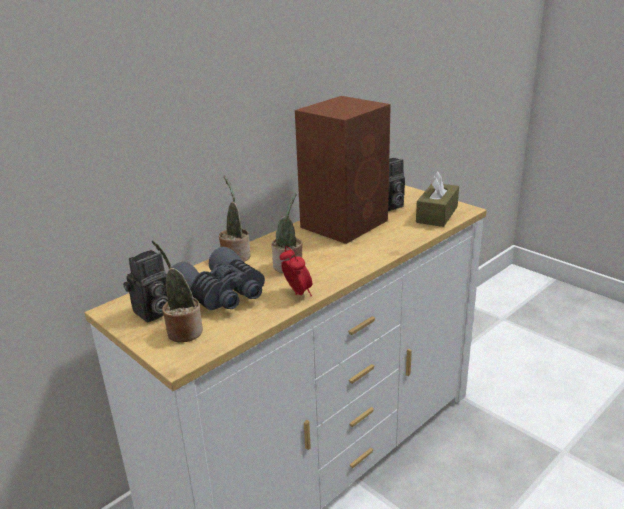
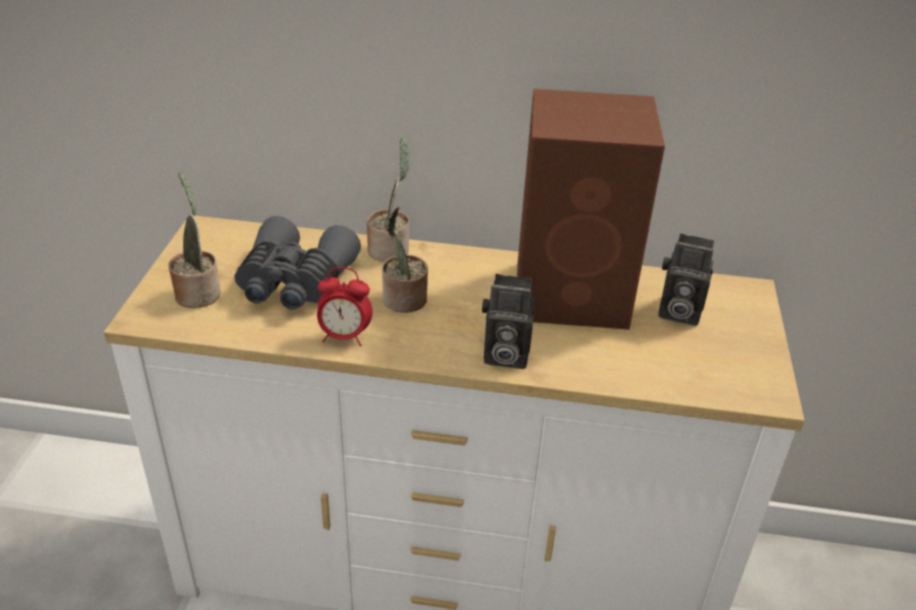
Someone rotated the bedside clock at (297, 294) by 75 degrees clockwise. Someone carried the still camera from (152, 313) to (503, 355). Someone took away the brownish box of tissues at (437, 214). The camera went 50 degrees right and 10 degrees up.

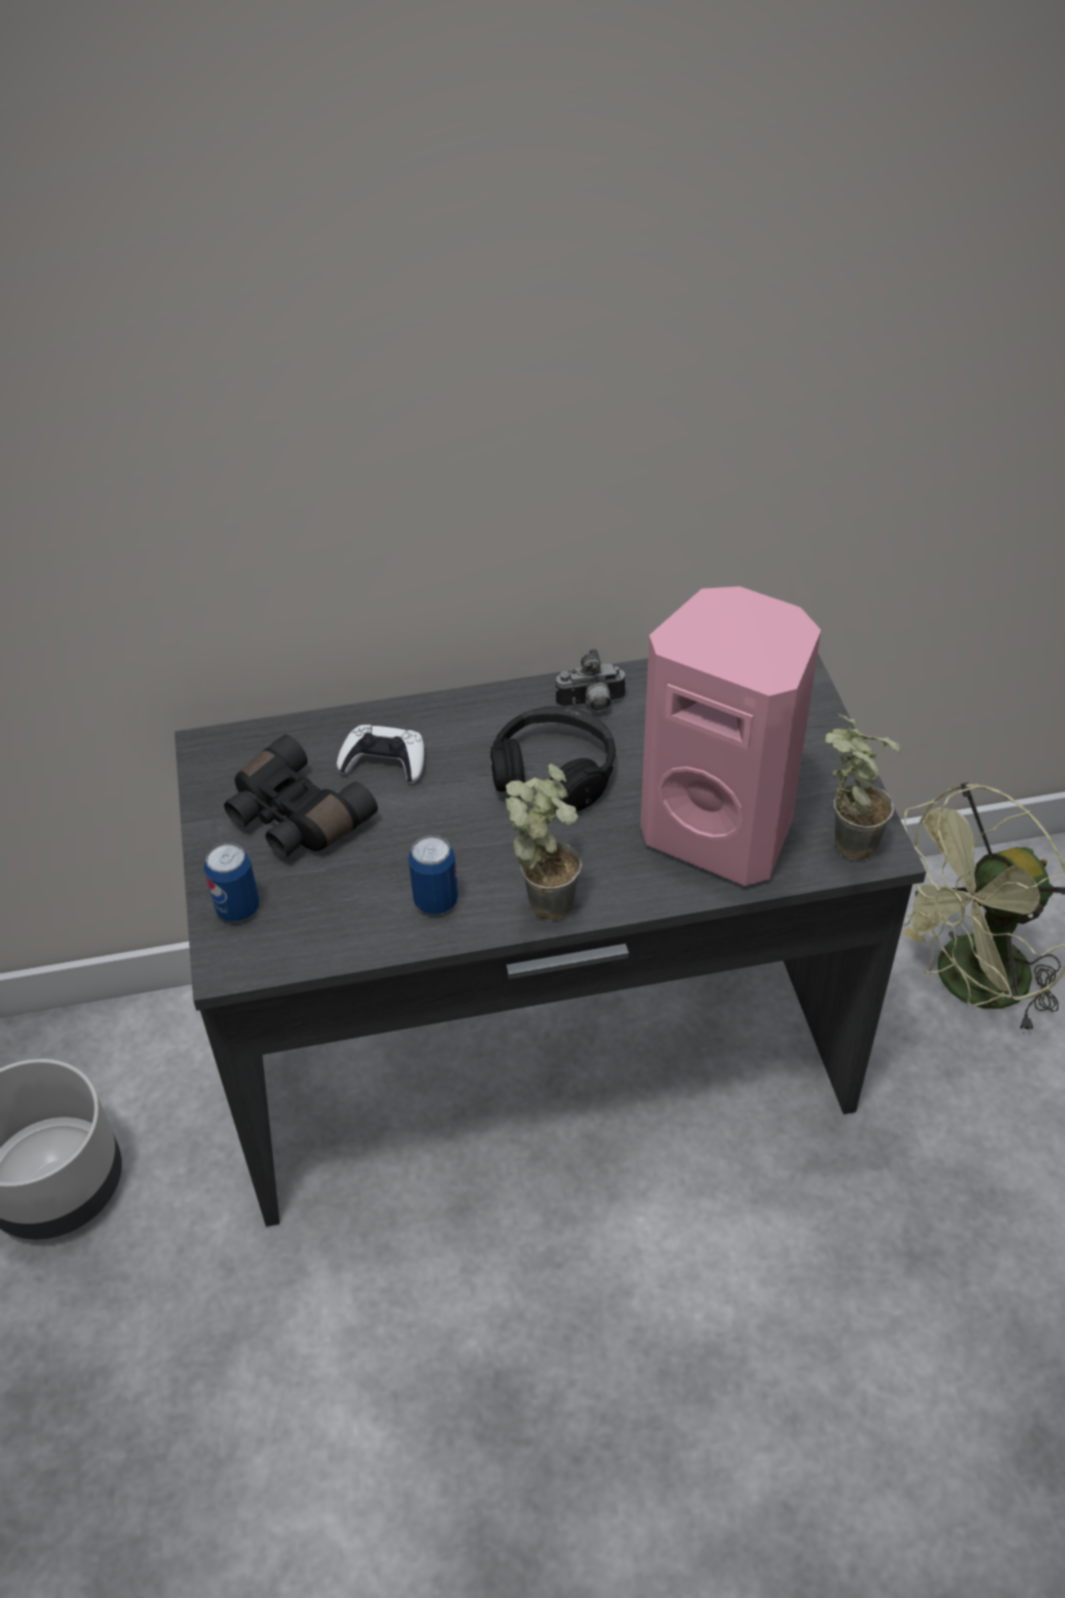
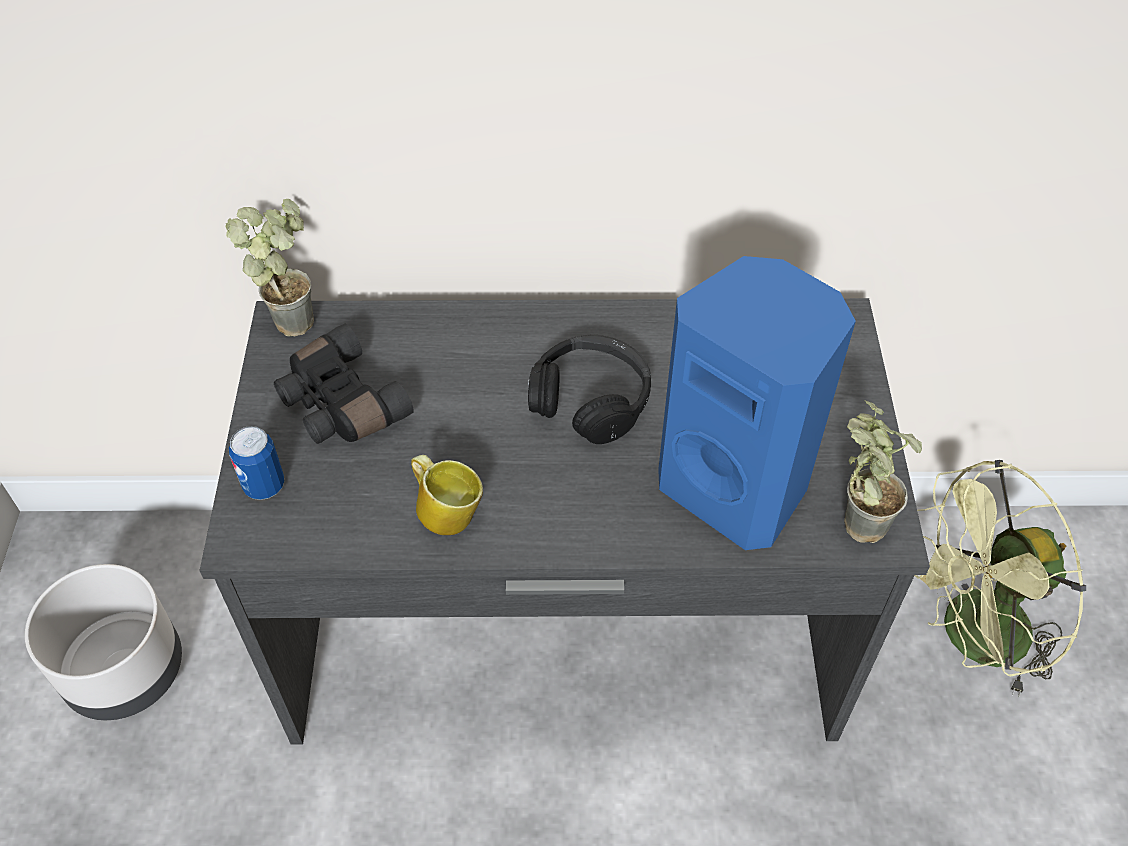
Someone carried the houseplant from (545, 895) to (294, 315). Someone swapped the metal can at (436, 901) for the tea mug at (447, 511). Someone repainted the pink loudspeaker at (721, 830), which became the blue-coloured loudspeaker at (736, 487). Someone took away the white joypad at (384, 761). Someone took away the still camera at (591, 705). The camera went 10 degrees right and 5 degrees up.

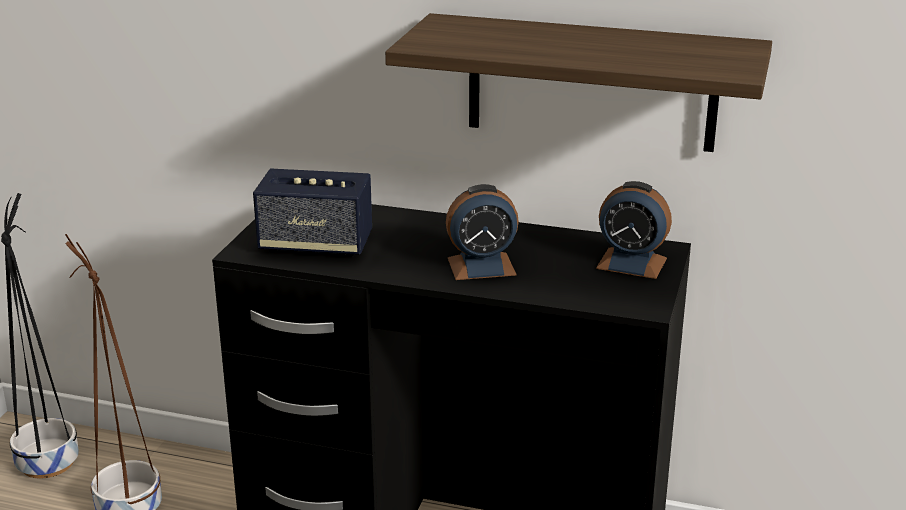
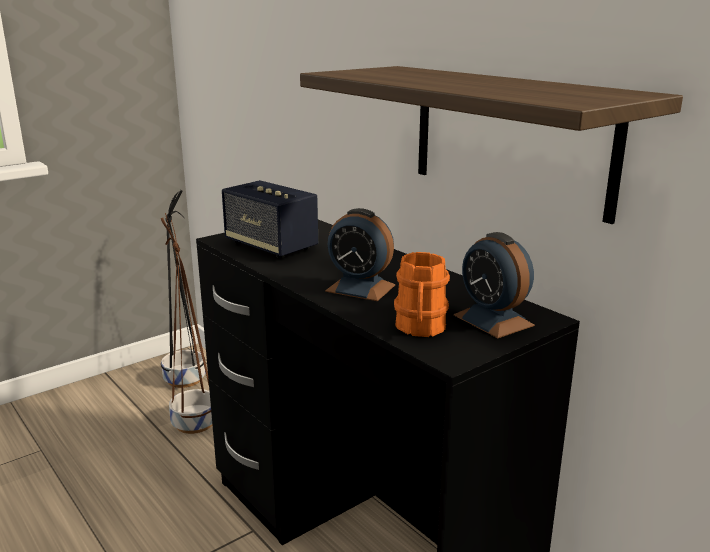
Someone put down the orange-coloured tea mug at (420, 328). The camera went 35 degrees right and 5 degrees down.

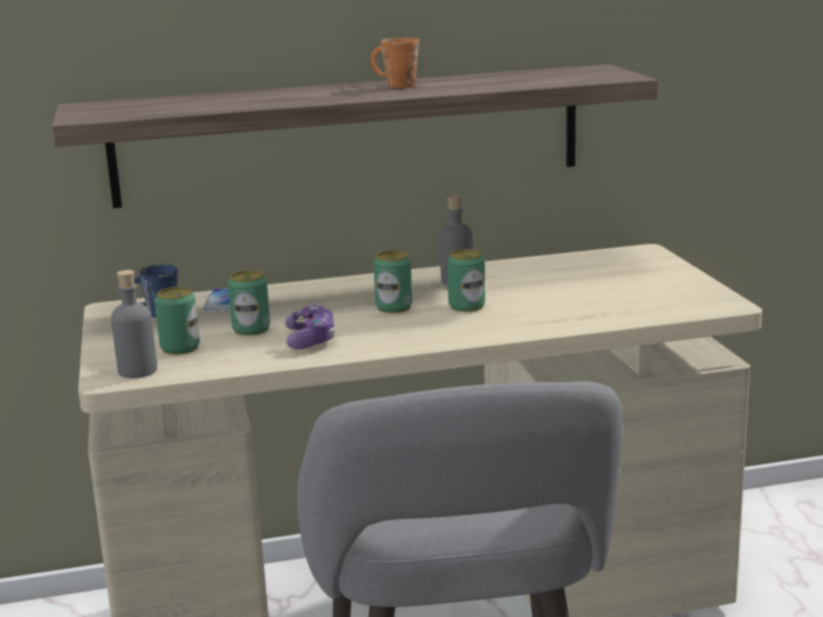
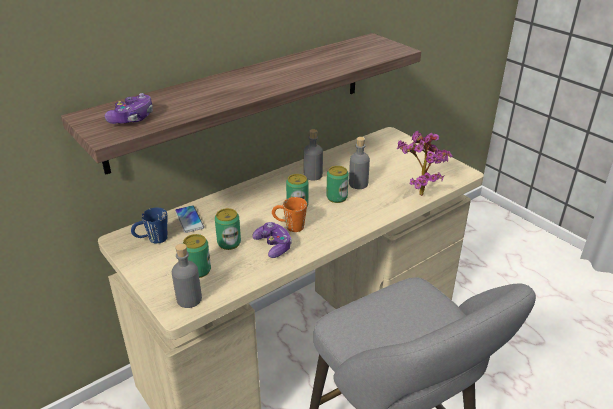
Someone put down the joypad at (132, 118). Someone carried the orange-coloured tea mug from (393, 85) to (289, 226). Someone put down the greyish beverage bottle at (358, 184). Someone put down the houseplant at (418, 192). The camera went 25 degrees left and 15 degrees up.

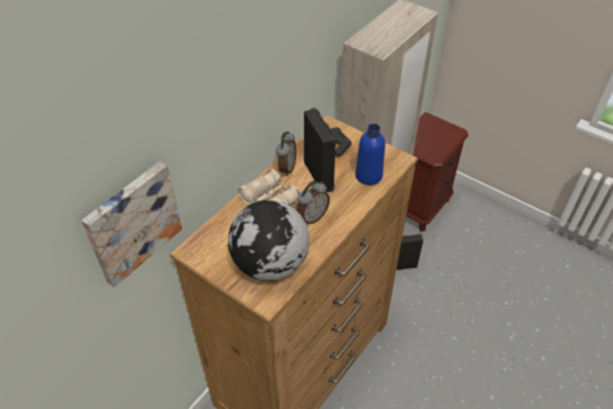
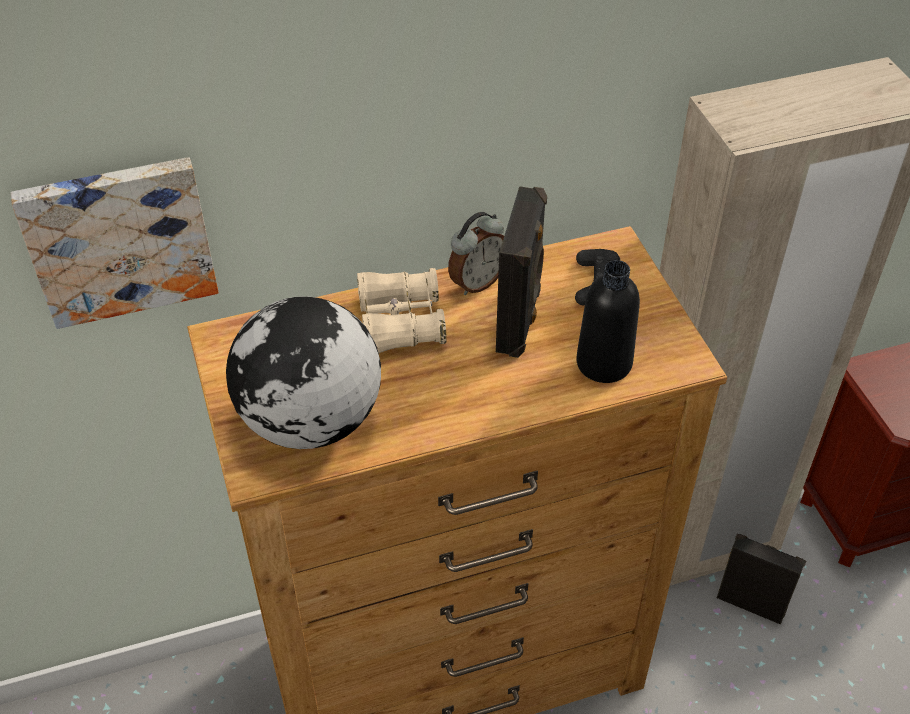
Someone repainted the blue-coloured beverage bottle at (368, 176), which became the black-coloured beverage bottle at (604, 363). Someone took away the bedside clock at (312, 217). The camera went 35 degrees right and 0 degrees up.

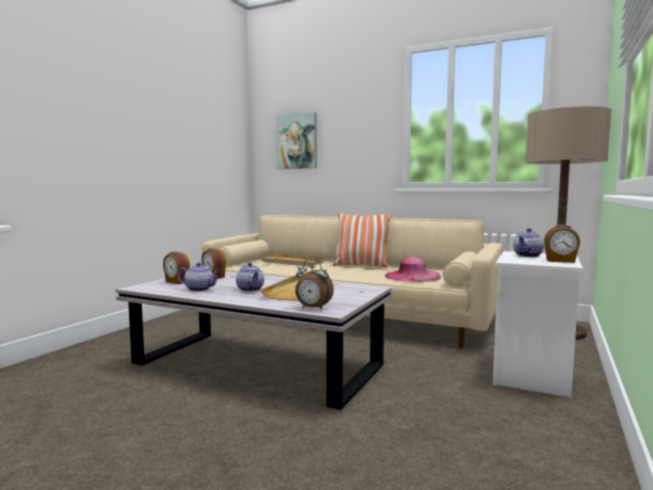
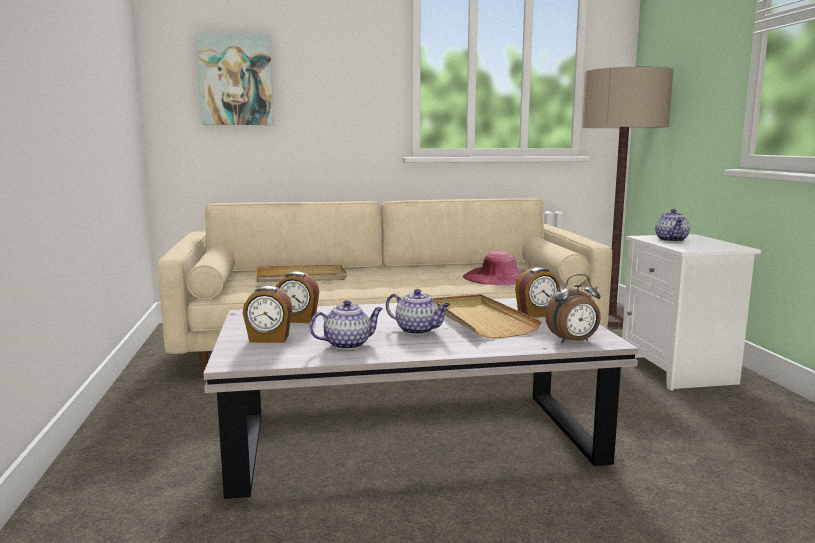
Someone carried the bedside clock from (560, 261) to (536, 314). Someone took away the pillow at (361, 266). The camera went 35 degrees left and 5 degrees up.

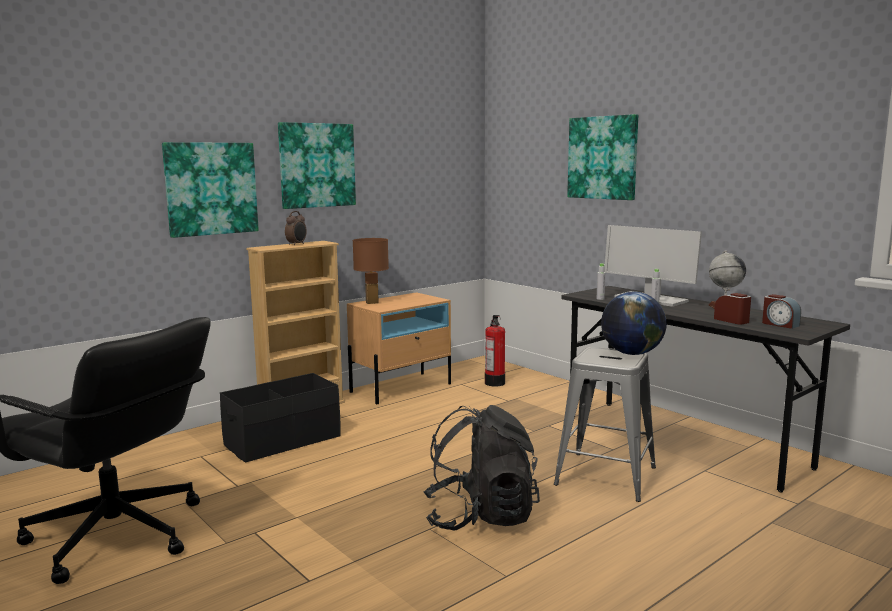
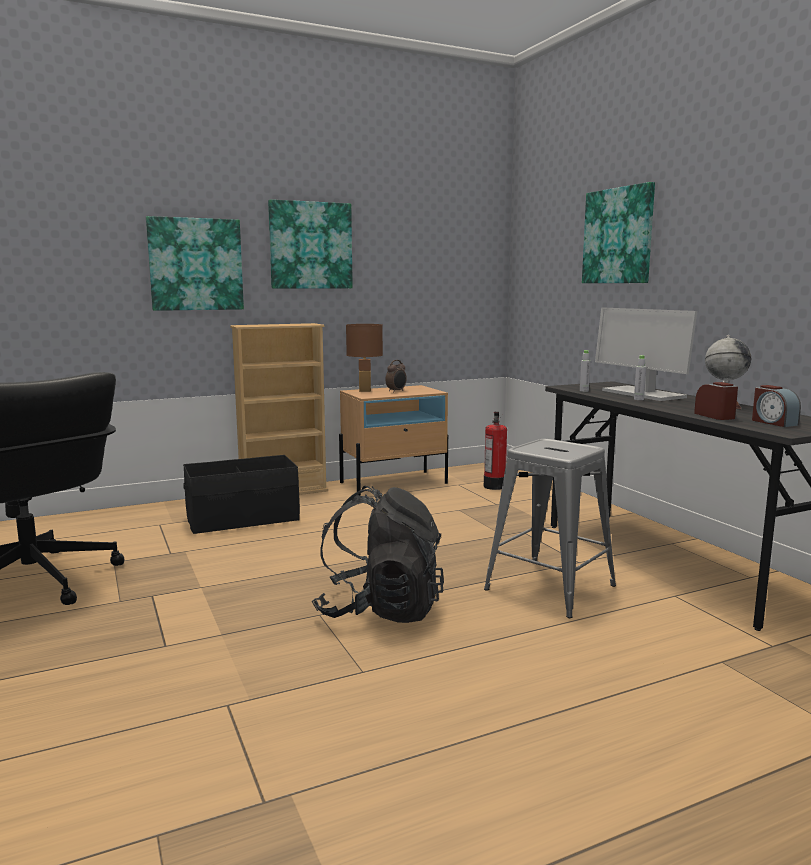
Someone carried the bedside clock from (297, 244) to (396, 391). Someone took away the world globe at (631, 353). The camera went 15 degrees right and 0 degrees up.

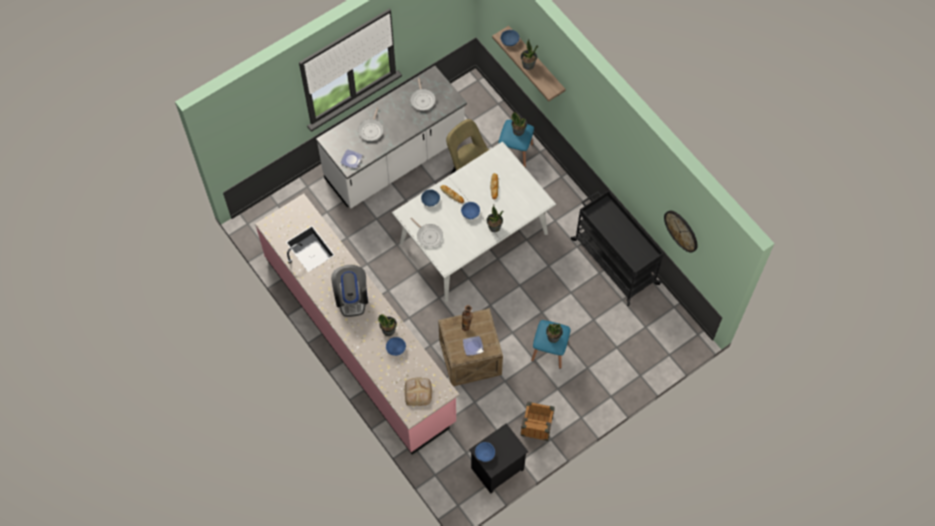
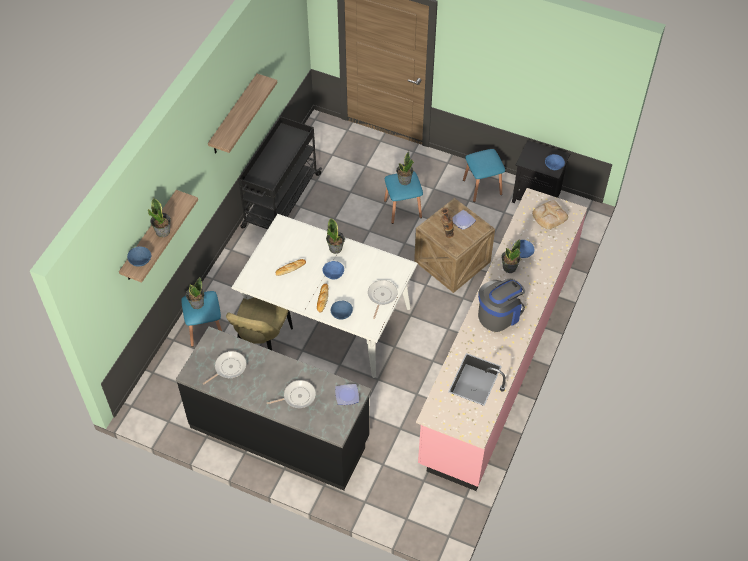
Someone repainted the white kitchen base unit at (395, 160), which became the black-coloured kitchen base unit at (280, 432). Someone put up the wall shelf at (234, 115). Someone swapped the packing crate at (535, 430) for the blue-coloured sitting stool at (482, 187). Someone took away the clock on the wall at (681, 230). The camera went 120 degrees left and 10 degrees down.

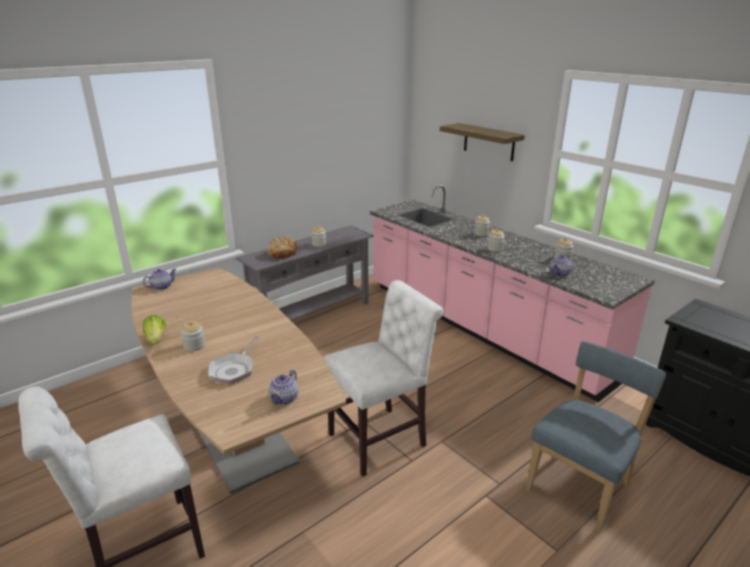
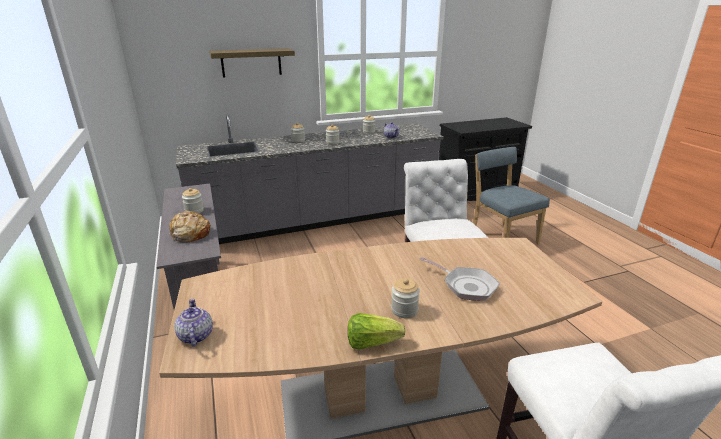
Someone repainted the pink kitchen base unit at (481, 328), which became the greyish kitchen base unit at (318, 220). Someone took away the teapot at (284, 398). The camera went 70 degrees left and 0 degrees up.

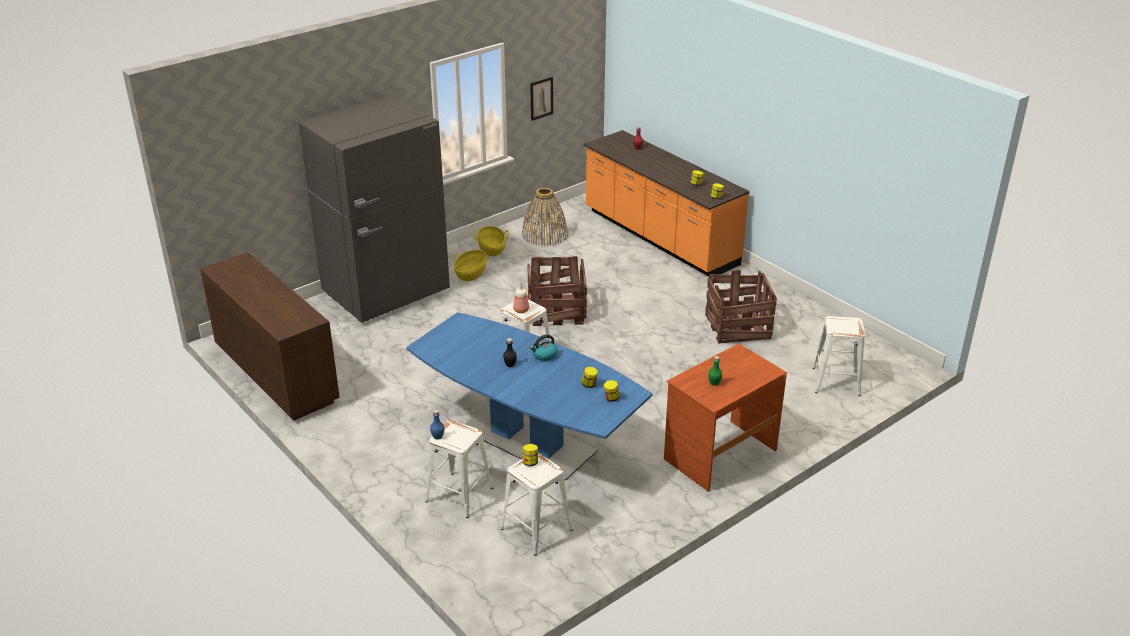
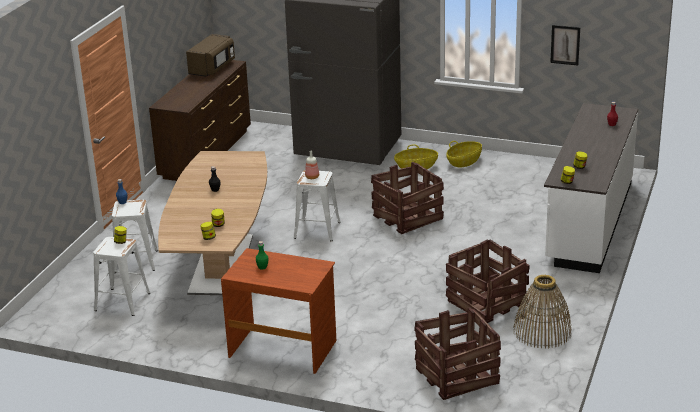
Someone repainted the blue-coloured dining table at (527, 440), which became the brownish dining table at (221, 264). Someone put down the brownish microwave at (212, 68). Someone swapped the white sitting stool at (836, 381) for the packing crate at (457, 376). Someone carried the household basket from (545, 235) to (542, 332). Someone repainted the orange-coloured kitchen base unit at (659, 238), which became the white kitchen base unit at (588, 222). Someone took away the kettle at (544, 355). The camera went 60 degrees right and 5 degrees down.

